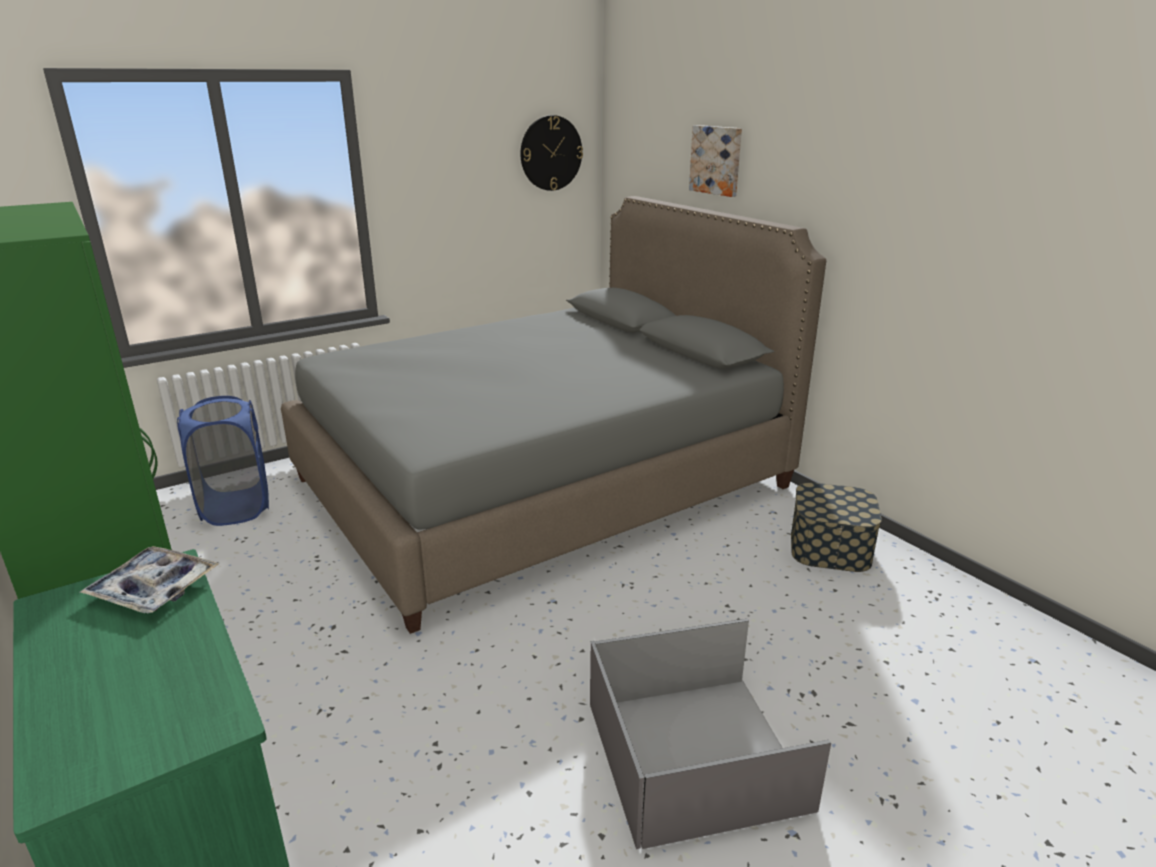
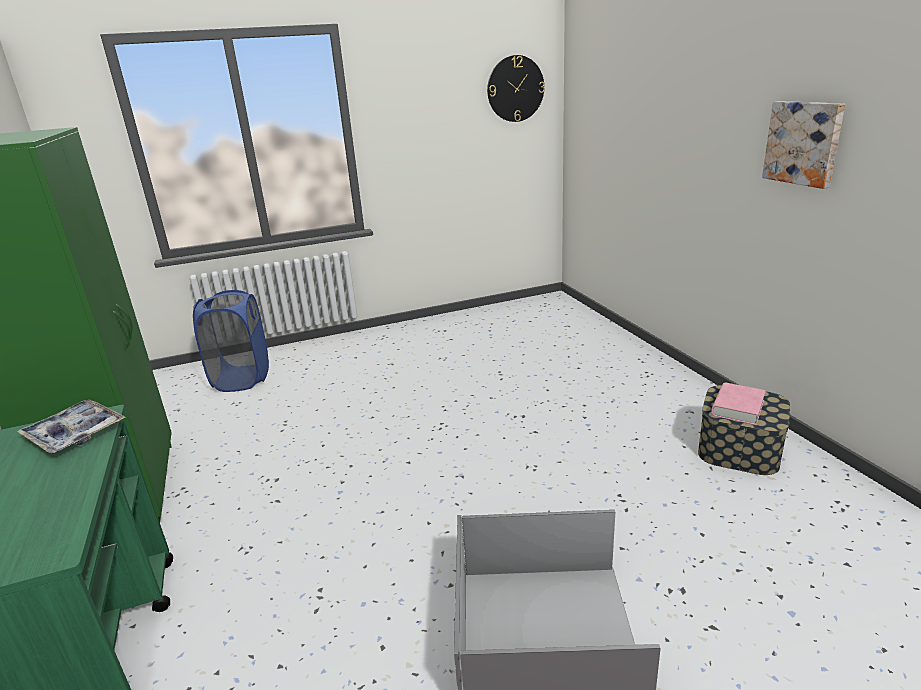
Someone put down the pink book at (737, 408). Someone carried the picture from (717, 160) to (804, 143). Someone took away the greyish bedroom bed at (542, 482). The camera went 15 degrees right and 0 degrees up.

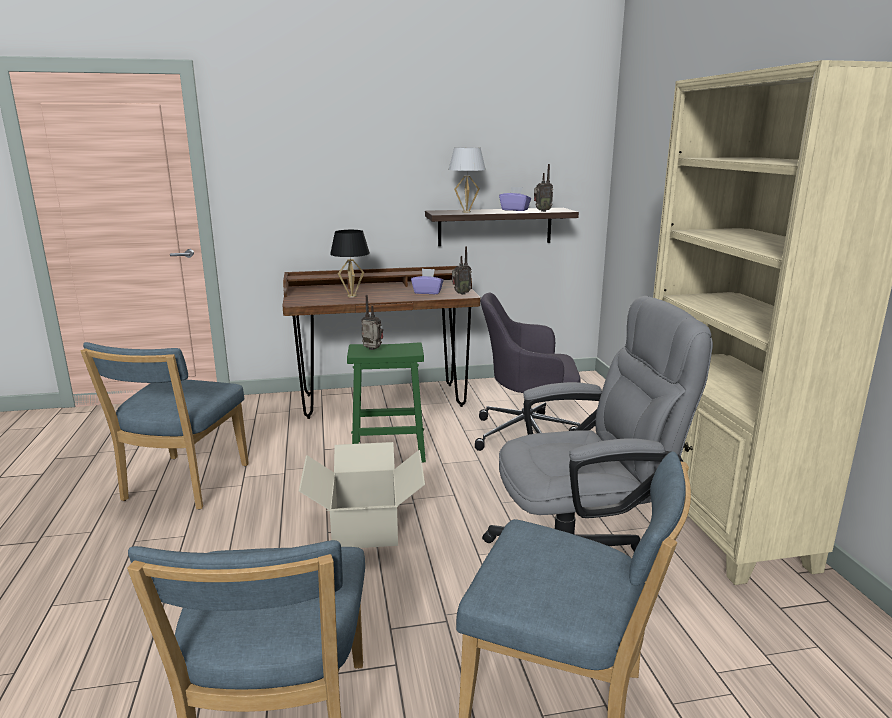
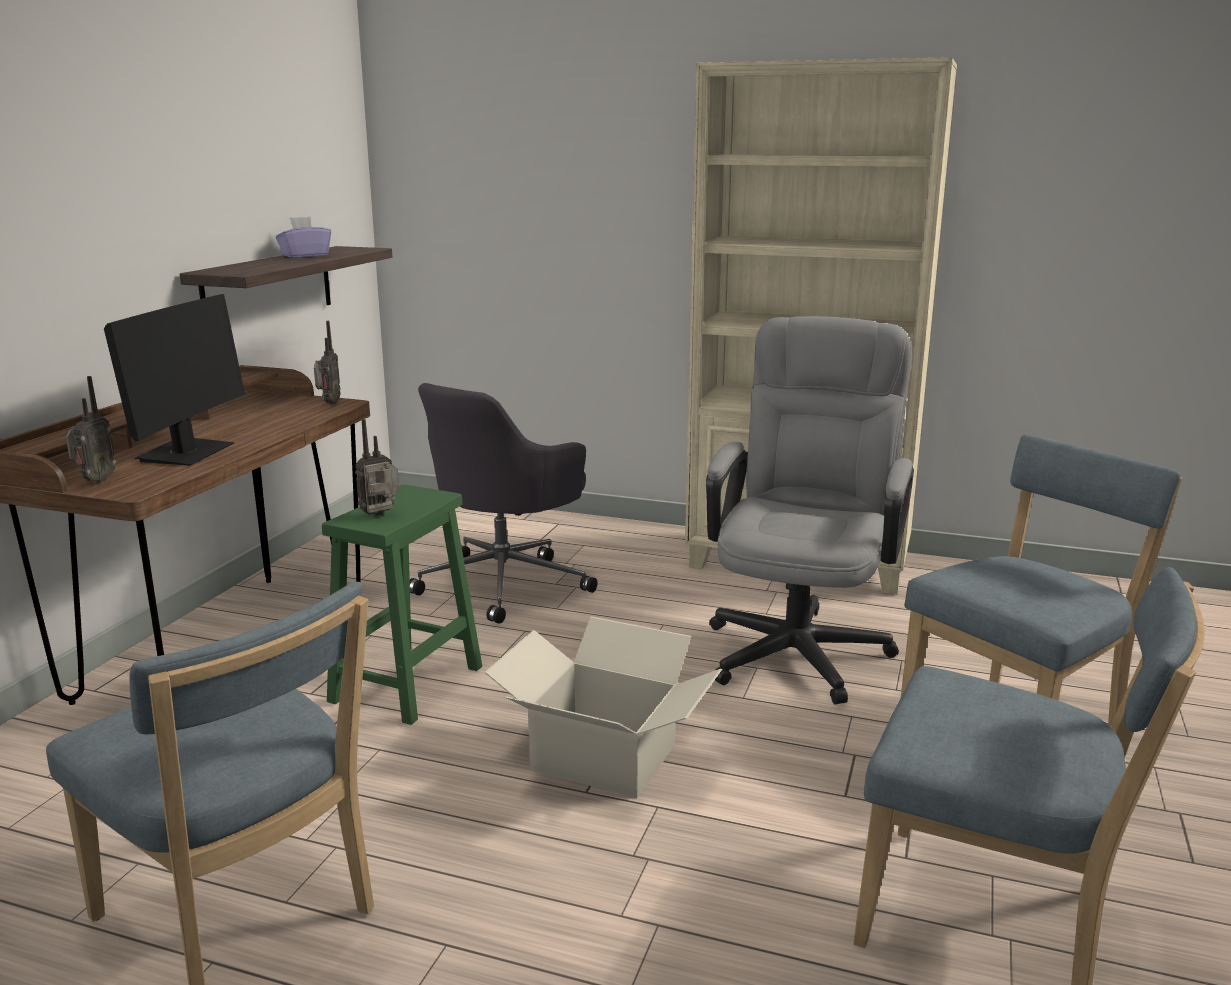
Someone carried the radio set from (541, 211) to (94, 481). Someone swapped the black-coloured tabletop lamp at (352, 296) for the computer screen at (186, 453). Someone took away the purplish box of tissues at (427, 292). Someone took away the white tabletop lamp at (466, 212). The camera went 60 degrees left and 0 degrees up.

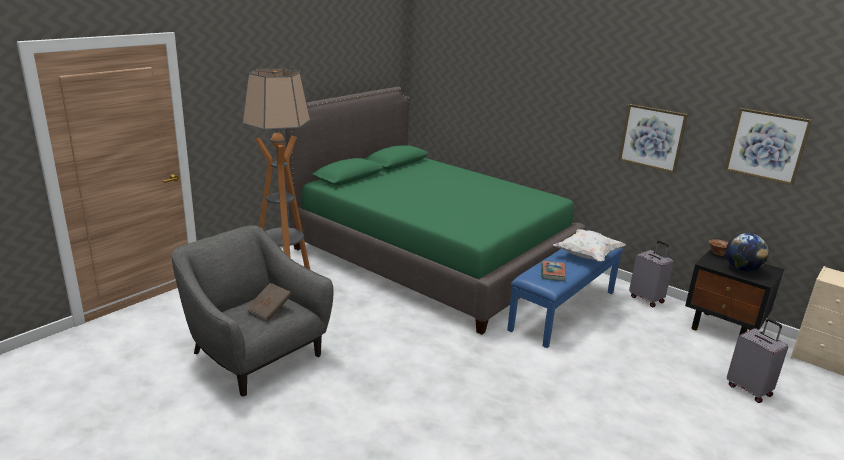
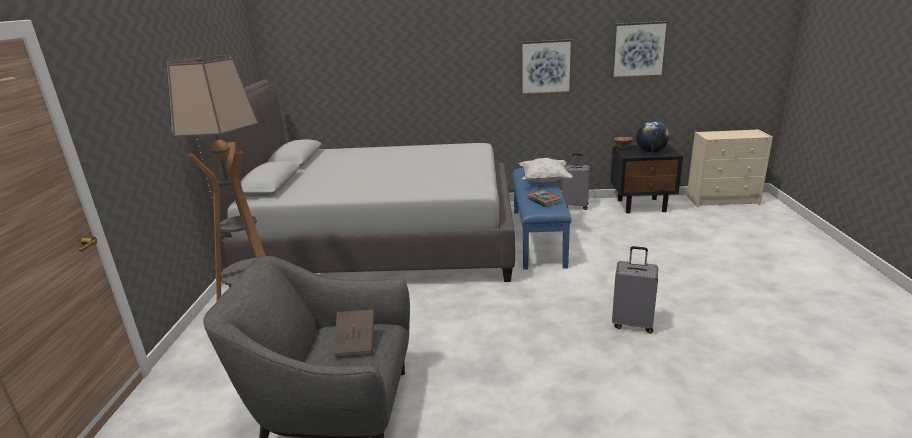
Someone repainted the green bedroom bed at (432, 258), which became the greyish bedroom bed at (383, 241). Someone carried the greyish suitcase from (749, 390) to (632, 323). The camera went 35 degrees left and 0 degrees up.

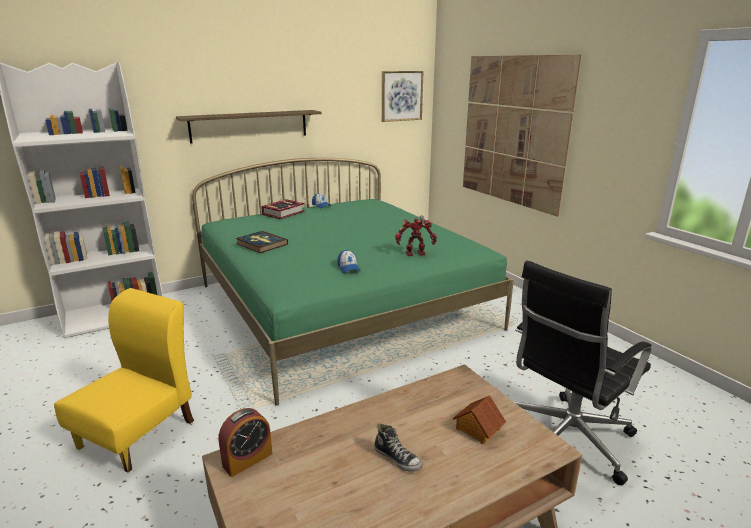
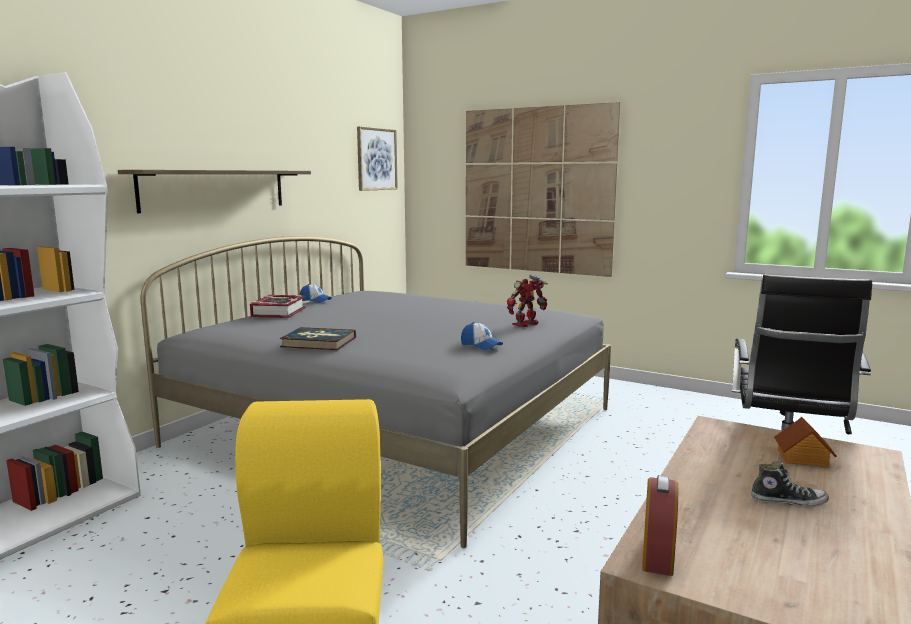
Someone repainted the green bedroom bed at (342, 306), which became the greyish bedroom bed at (397, 426). The camera went 30 degrees left and 10 degrees down.

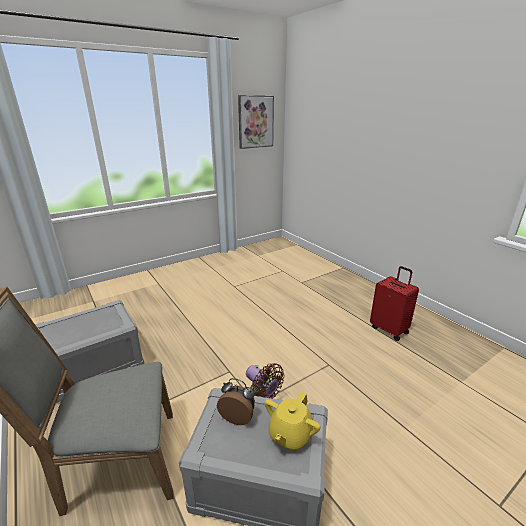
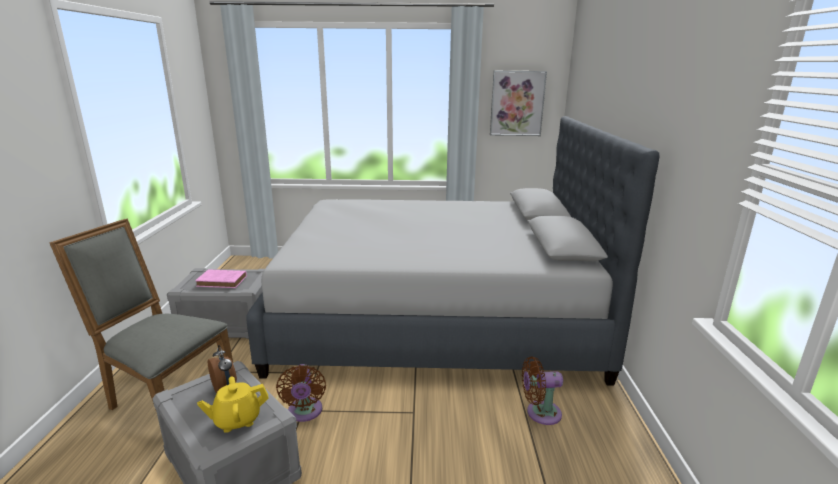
Someone put down the pink book at (223, 281). Someone put down the greyish bedroom bed at (434, 316). Someone swapped the red-coloured suitcase at (389, 329) for the brownish fan at (540, 413). The camera went 35 degrees right and 5 degrees down.

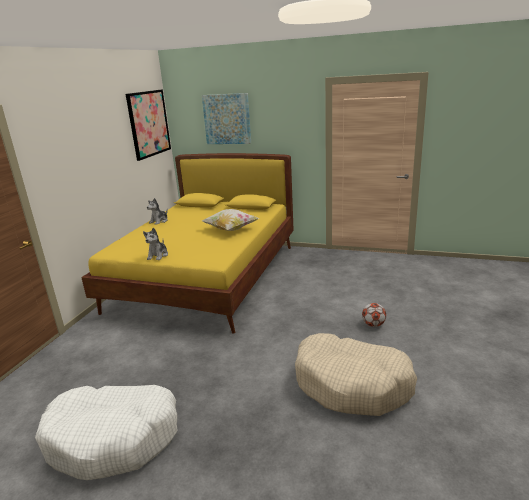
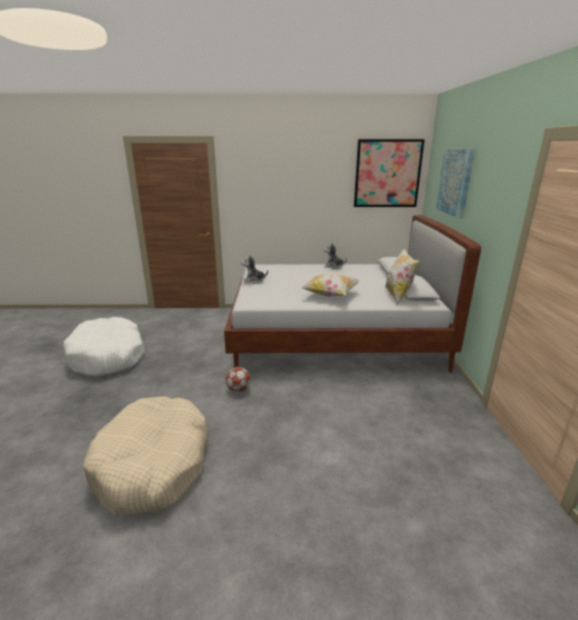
Someone repainted the yellowish bedroom bed at (207, 278), which became the white bedroom bed at (333, 337). Someone carried the ball for football from (373, 324) to (238, 389). Someone put down the pillow at (398, 296). The camera went 70 degrees right and 0 degrees up.

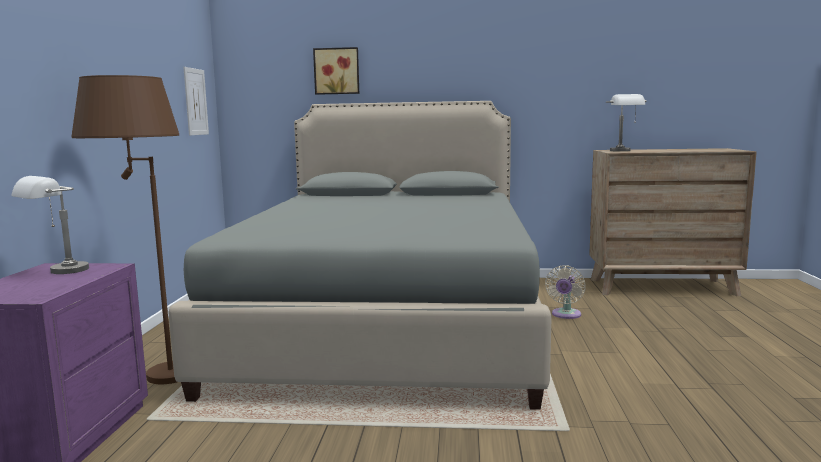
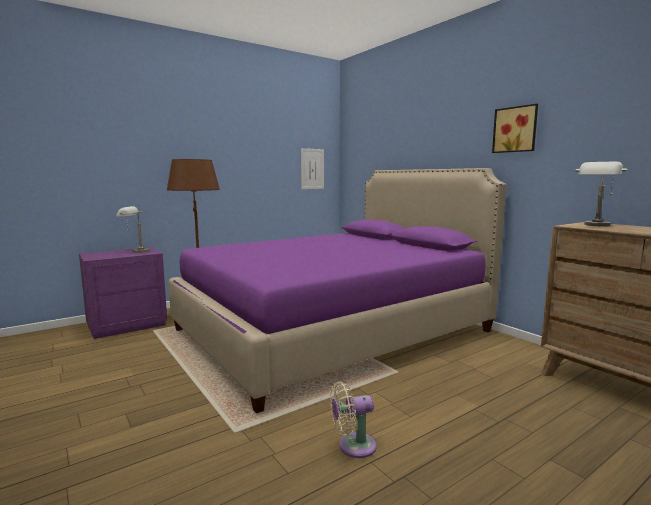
Someone repainted the greyish bedroom bed at (388, 324), which became the purplish bedroom bed at (332, 330). Someone carried the beige fan from (565, 315) to (353, 446). Someone carried the picture from (337, 71) to (515, 129). The camera went 50 degrees right and 0 degrees up.

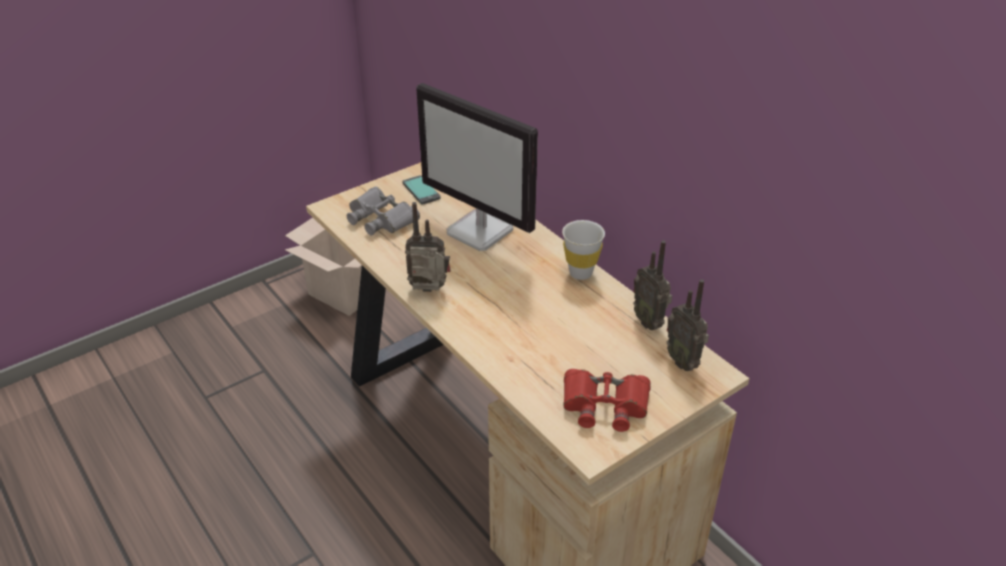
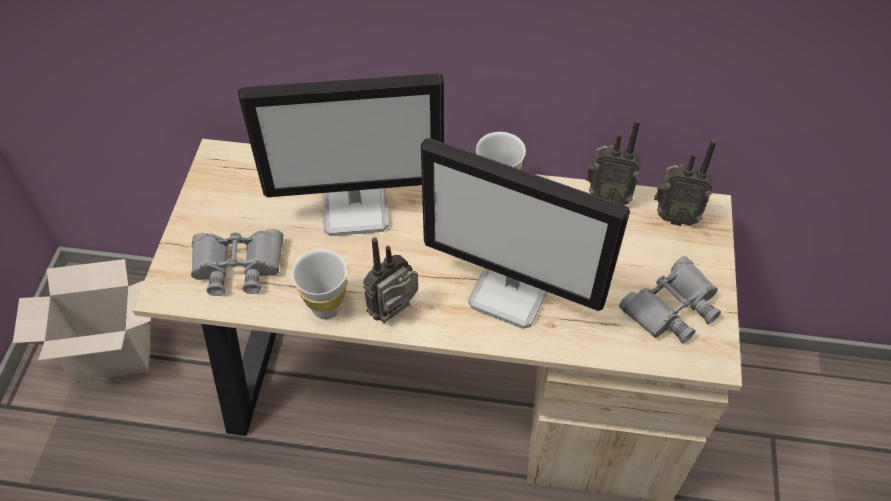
Someone put down the white small cup at (326, 307). Someone put down the computer screen at (512, 292). Someone repainted the red-coloured pair of binoculars at (605, 405), which became the greyish pair of binoculars at (671, 306). Someone took away the handset at (421, 191). The camera went 45 degrees left and 15 degrees up.

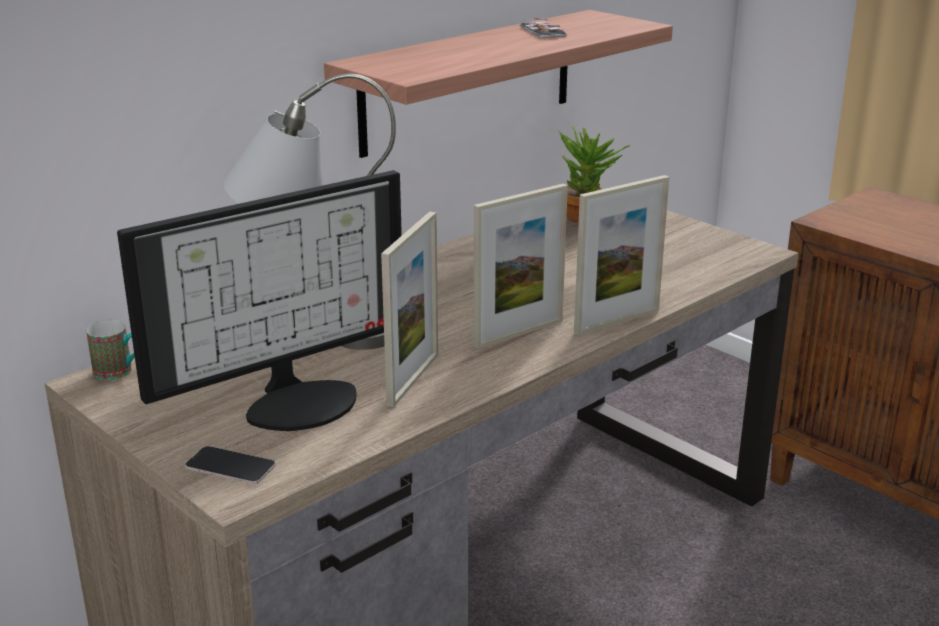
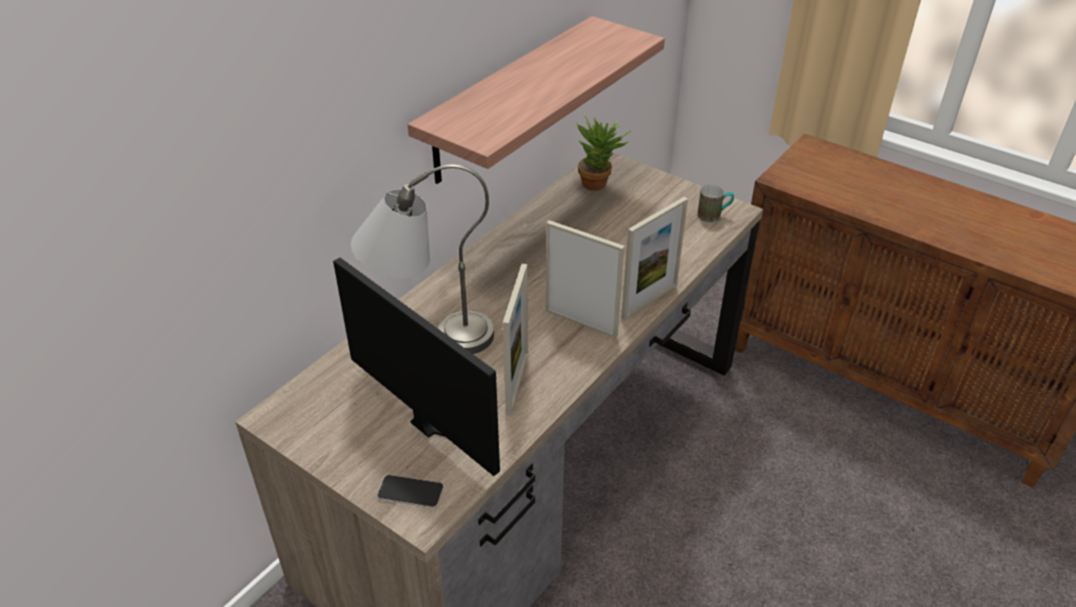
Someone rotated the computer screen at (298, 400) by 90 degrees counterclockwise. Someone rotated the picture frame at (518, 333) by 105 degrees counterclockwise. Someone carried the tea mug from (121, 372) to (714, 215). Someone took away the handset at (542, 31). The camera went 10 degrees left and 15 degrees up.

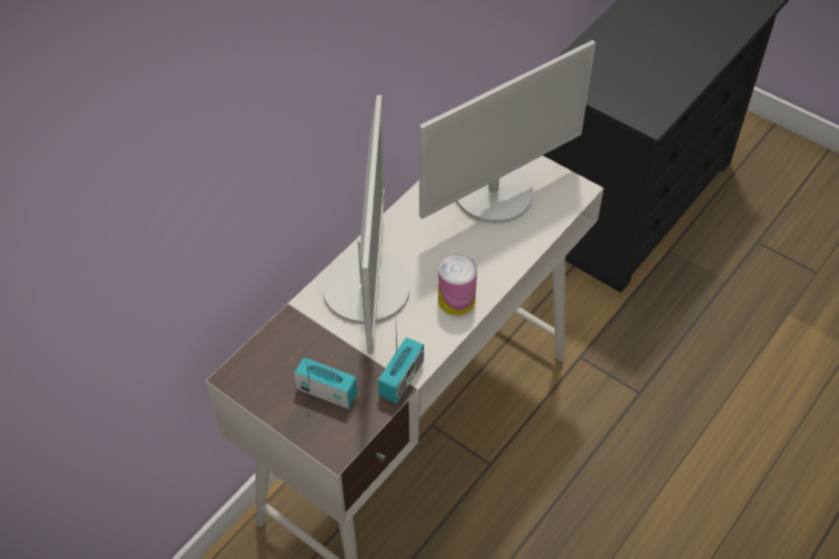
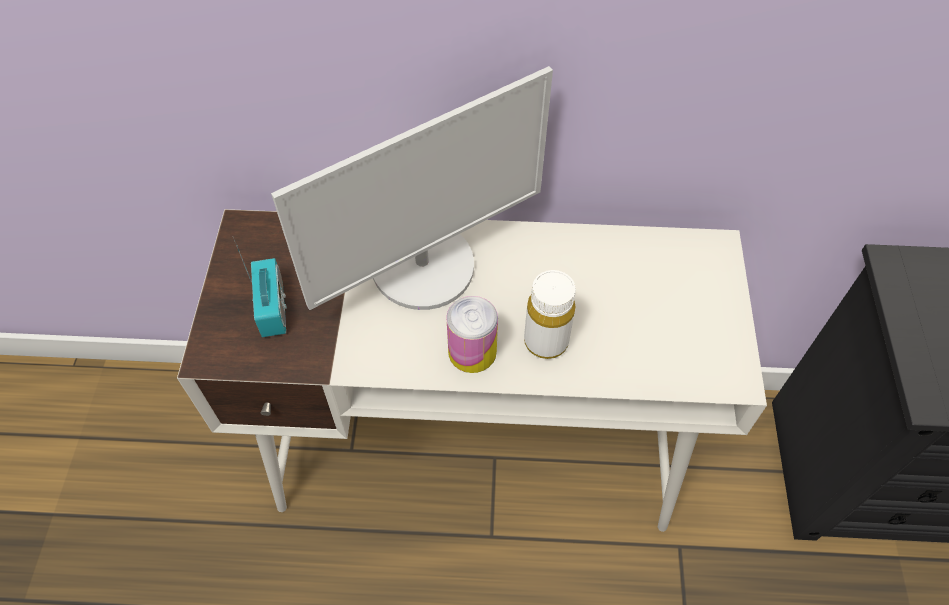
Someone put down the white beverage bottle at (546, 341). Someone took away the radio set at (401, 379). Someone took away the computer screen at (494, 193). The camera went 55 degrees right and 5 degrees up.

